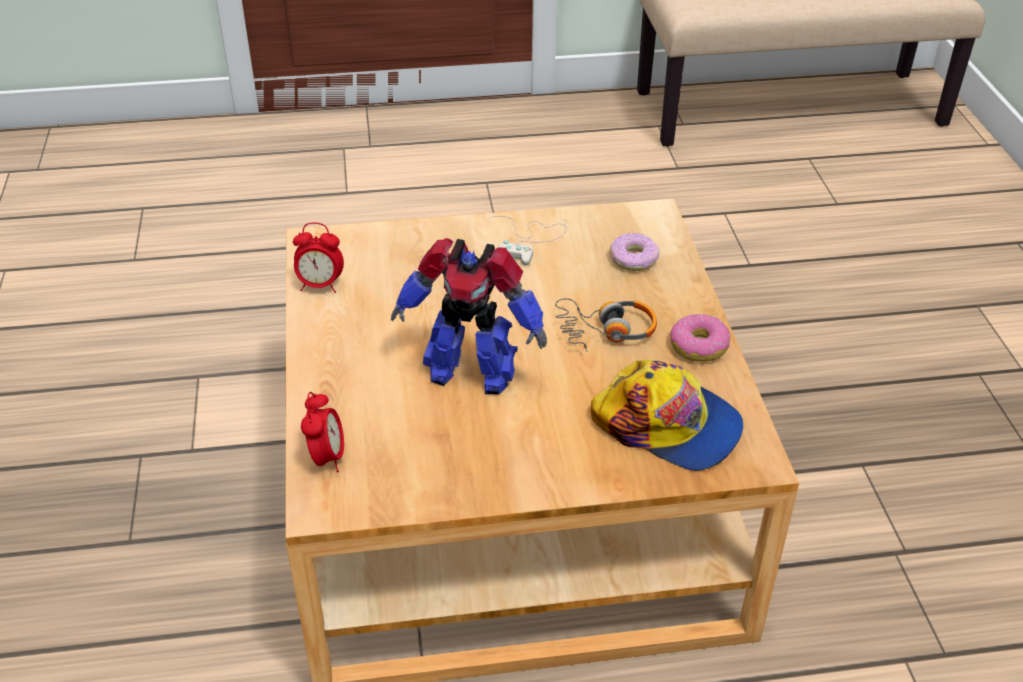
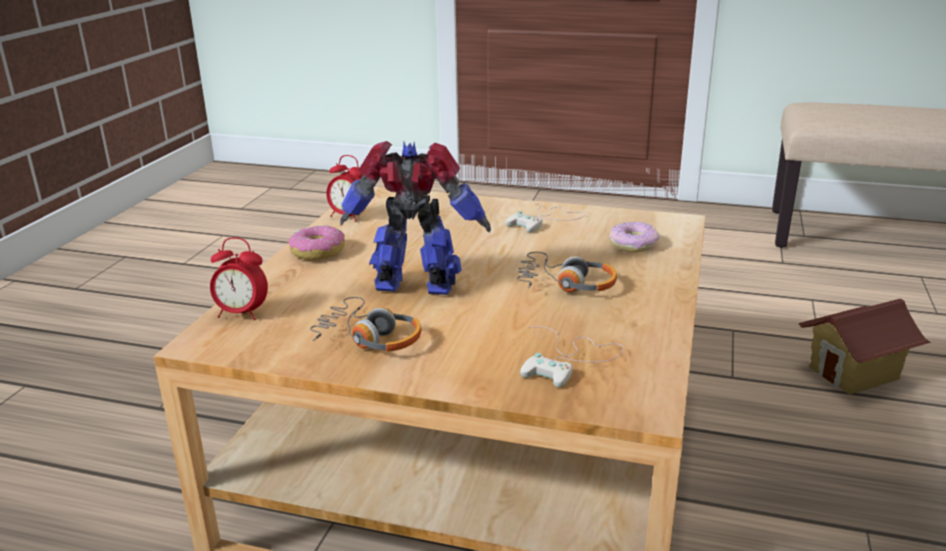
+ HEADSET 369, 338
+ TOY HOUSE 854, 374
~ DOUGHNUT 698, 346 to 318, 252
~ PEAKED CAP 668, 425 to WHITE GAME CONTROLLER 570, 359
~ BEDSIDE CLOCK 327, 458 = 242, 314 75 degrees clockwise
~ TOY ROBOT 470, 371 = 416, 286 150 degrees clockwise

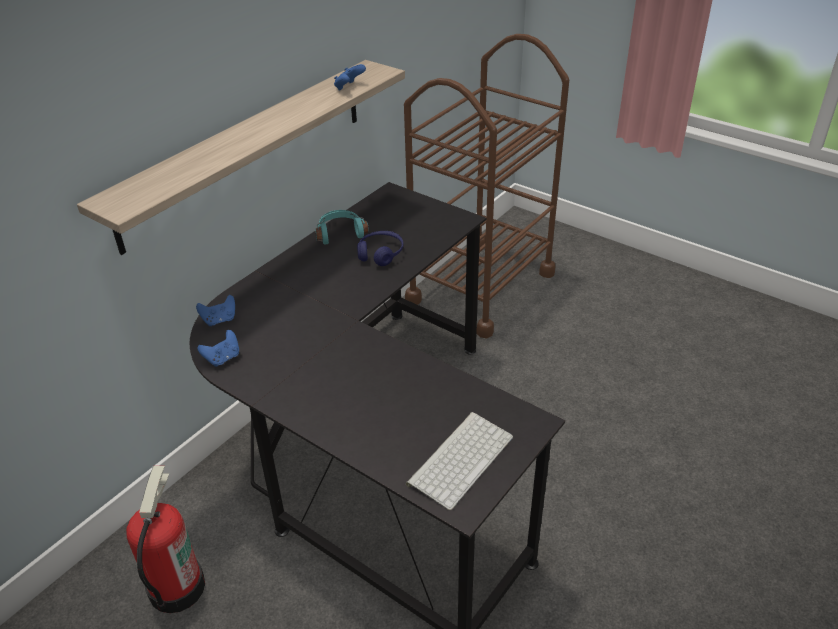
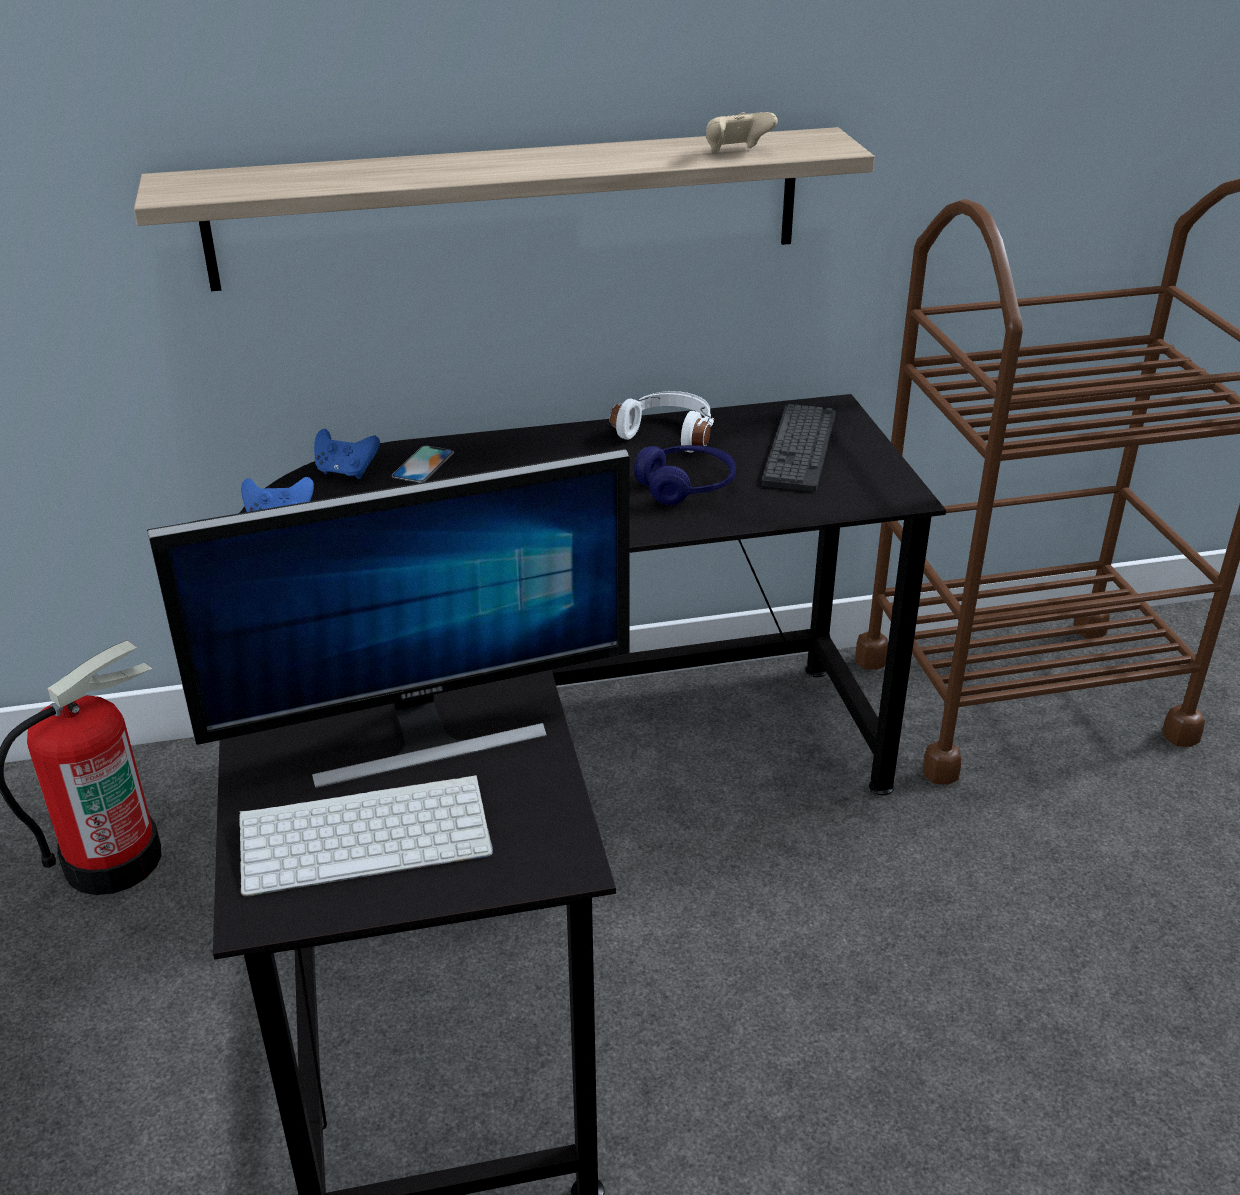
+ MONITOR 423, 735
+ PHONE 423, 465
+ PC KEYBOARD 799, 449
~ TURQUOISE HEADSET 340, 233 to WHITE HEADSET 669, 433
~ BLUE-COLOURED GAME CONTROLLER 349, 87 to BEIGE GAME CONTROLLER 736, 152

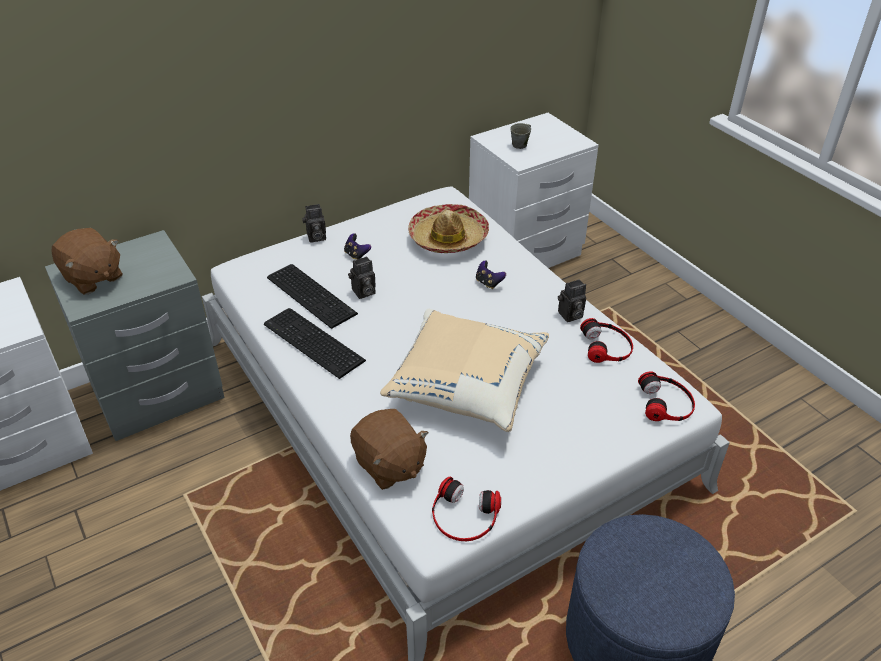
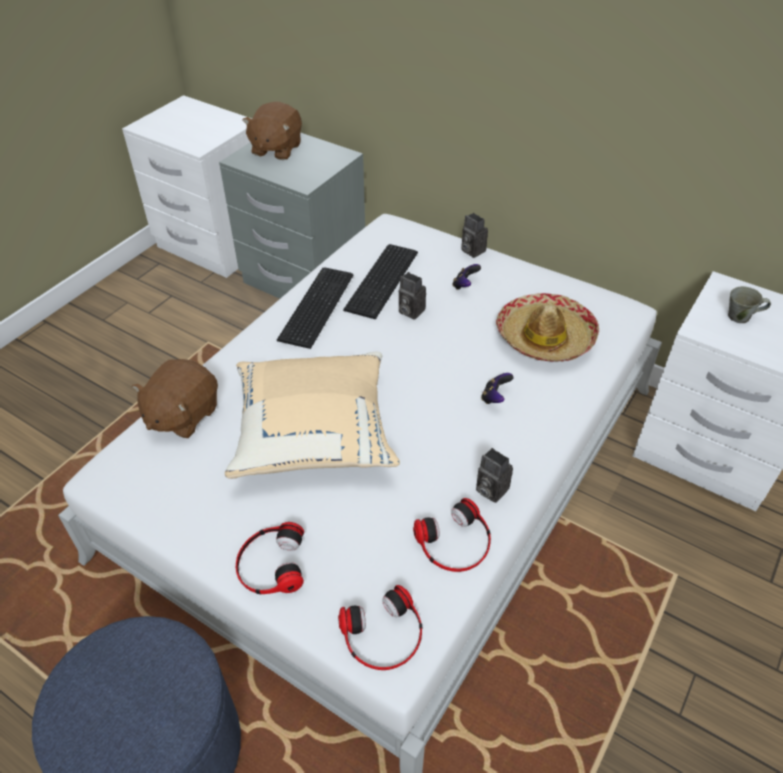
~ HEADSET 464, 516 to 270, 564

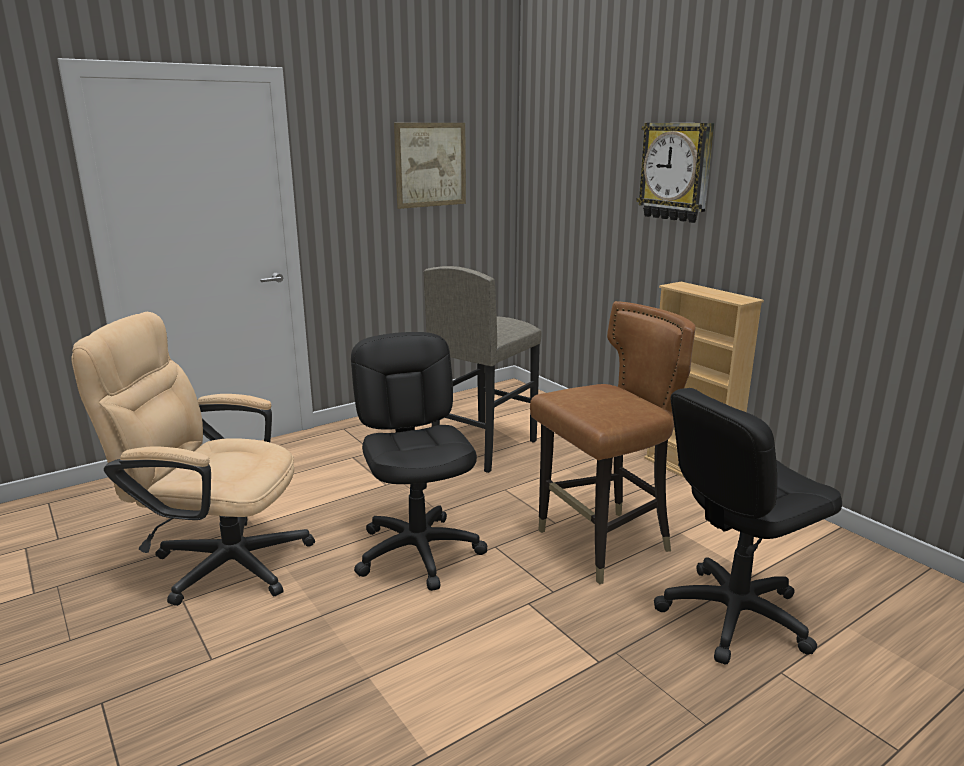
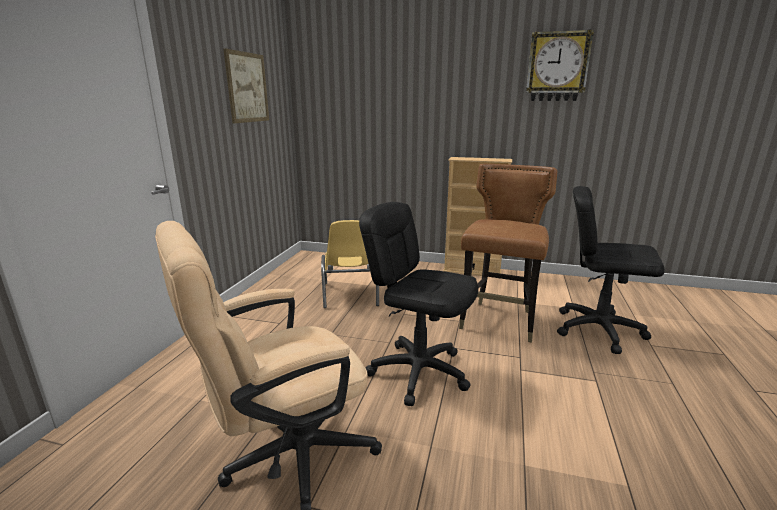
~ CLOCK ON THE WALL 676, 172 to 557, 67
~ GRAY STOOL SEAT 483, 447 to YELLOWISH PLAIN CHAIR 351, 295
~ BLACK-COLOURED OFFICE CHAIR 733, 615 = 598, 329 90 degrees clockwise

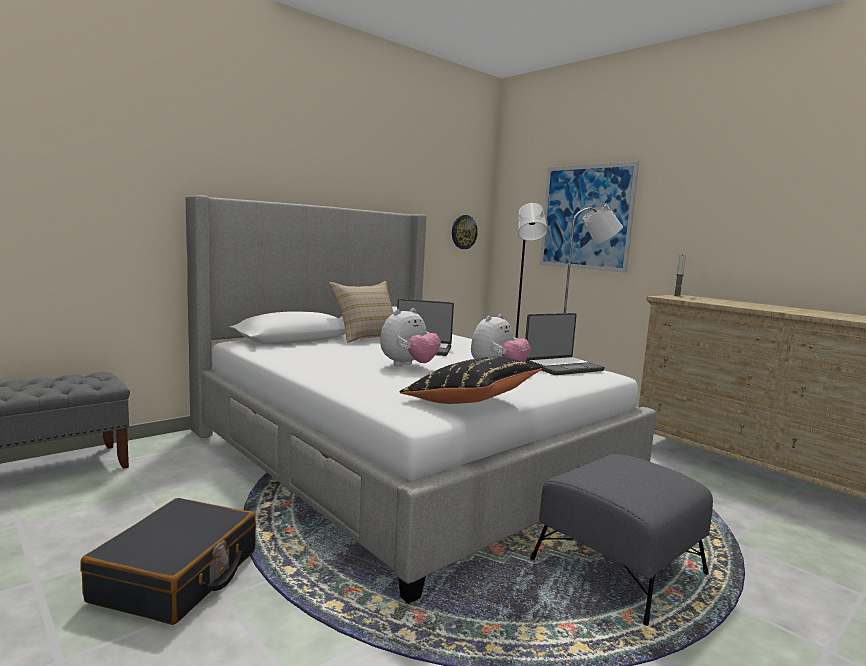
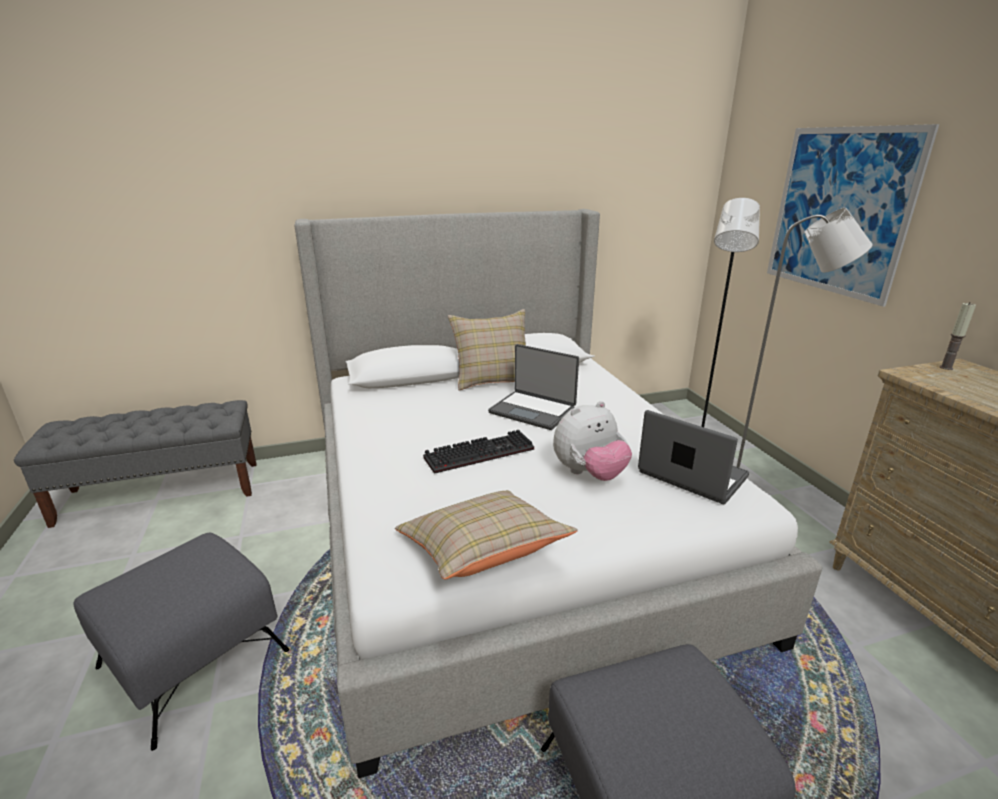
- CLOCK ON THE WALL 463, 232
~ BLACK-COLOURED SUITCASE 177, 576 to GRAY FOOTREST 196, 658
~ SOFT TOY 408, 366 to PC KEYBOARD 480, 452
~ BLACK-COLOURED CUSHION 470, 402 to BEIGE CUSHION 482, 552
~ LAPTOP 562, 367 = 691, 476 135 degrees counterclockwise

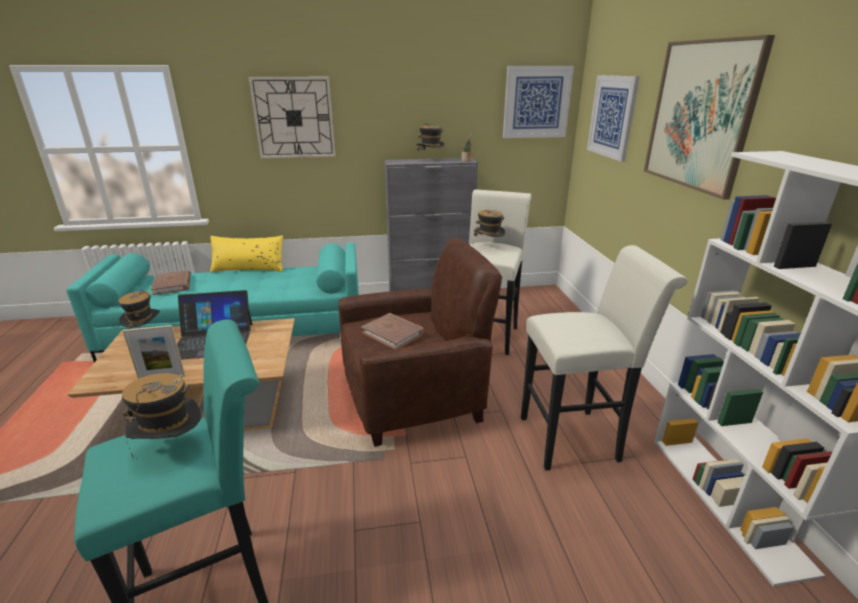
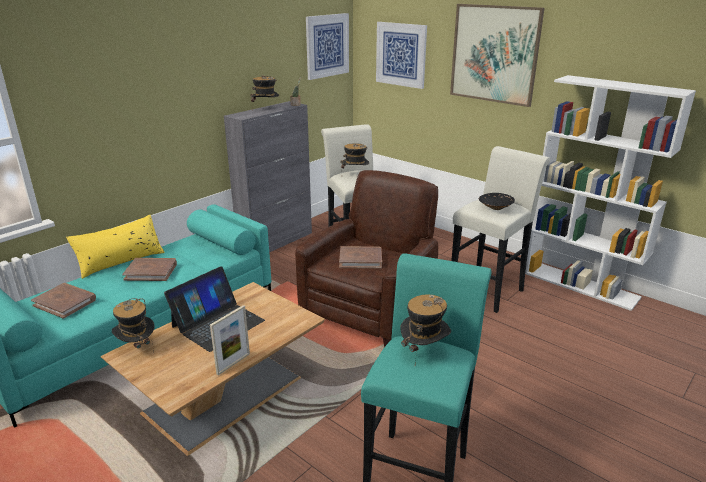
- CLOCK ON THE WALL 294, 118
+ BROWN-COLOURED BOOK 151, 271
+ BLACK-COLOURED BOWL 495, 208

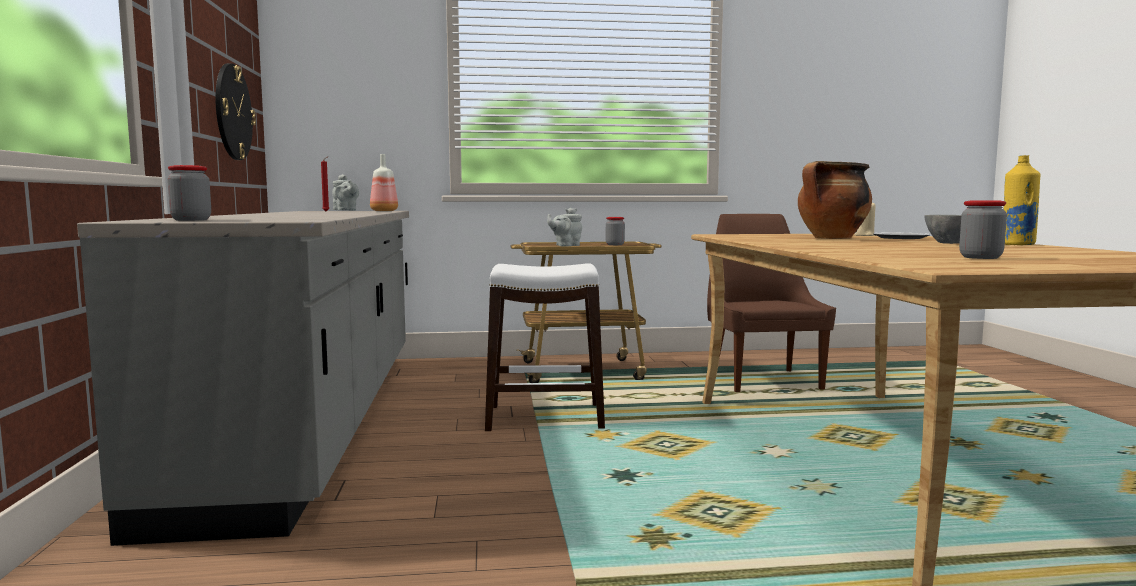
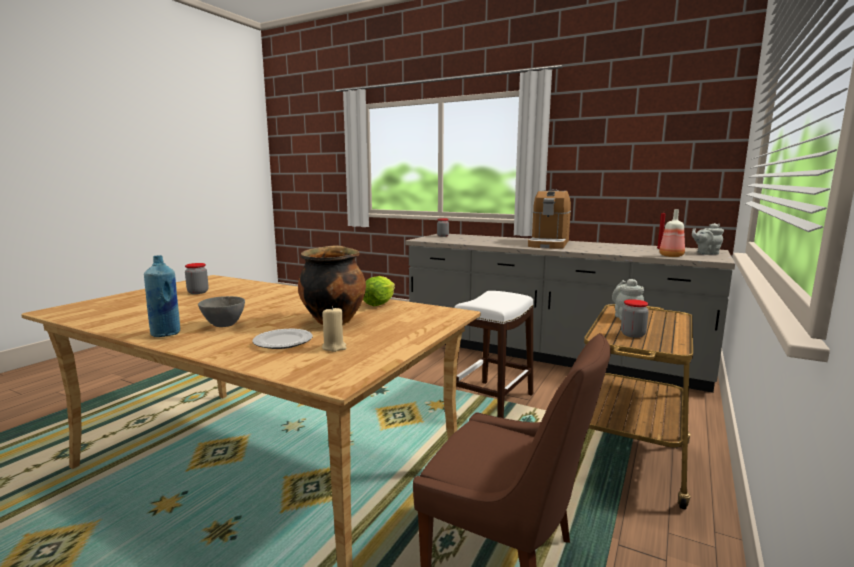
- CLOCK ON THE WALL 232, 112
+ LETTUCE 380, 303
+ COFFEE BREWER 549, 244
~ YELLOWISH BEVERAGE BOTTLE 1017, 244 to BLUE-COLOURED BEVERAGE BOTTLE 166, 334

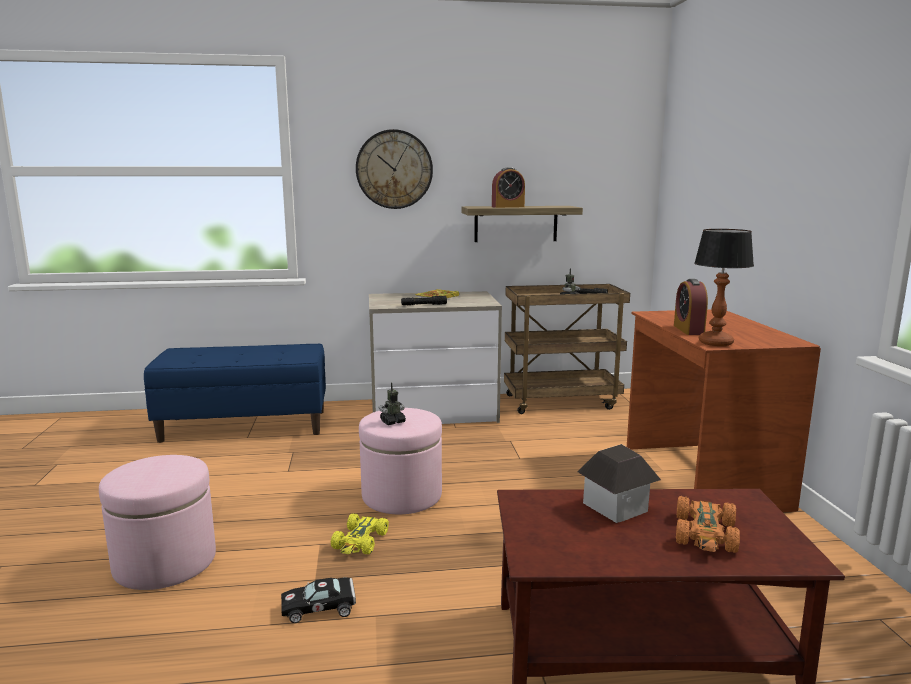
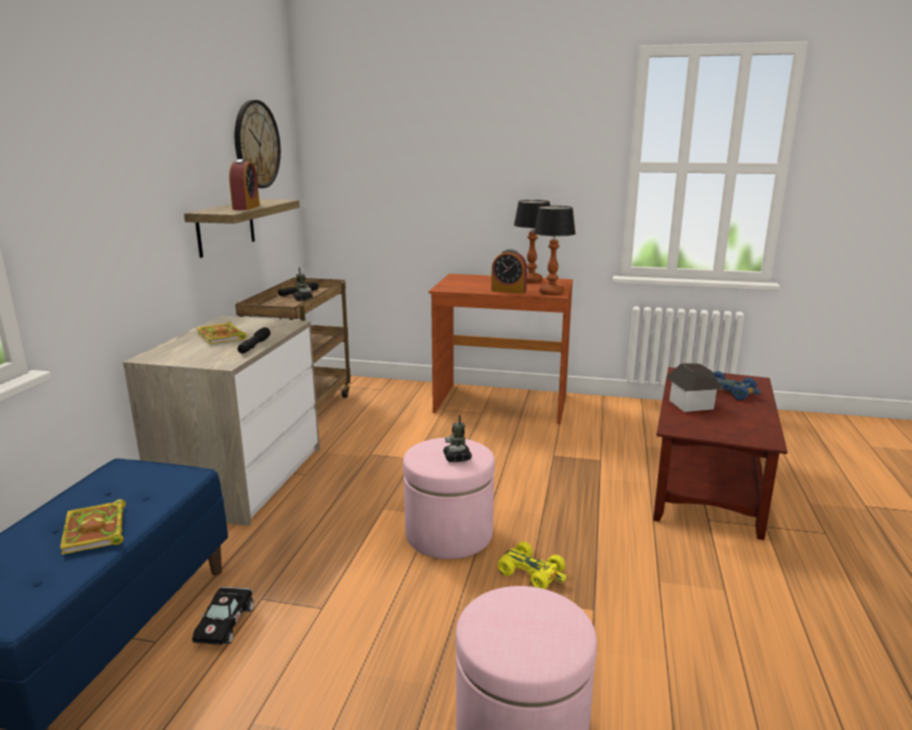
+ BOOK 96, 532
+ TABLETOP LAMP 531, 280
~ BLACK-COLOURED MINIATURE CAR 322, 608 to 225, 622
~ CLOCK ON THE WALL 394, 169 to 256, 144
~ ORANGEY MINIATURE CAR 705, 534 to BLUE-COLOURED MINIATURE CAR 728, 392

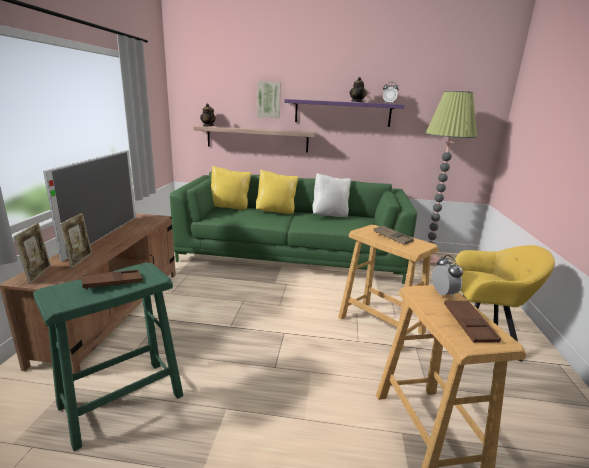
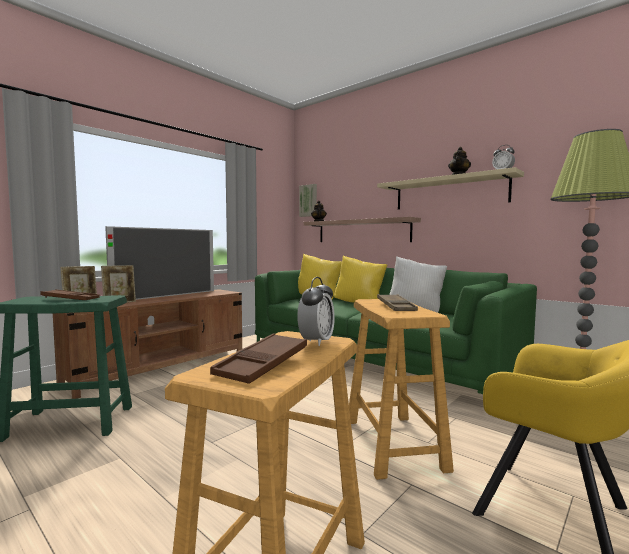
~ PICTURE 269, 99 to 308, 200
~ PURPLE-COLOURED SHELF 342, 113 to BEIGE SHELF 449, 193

